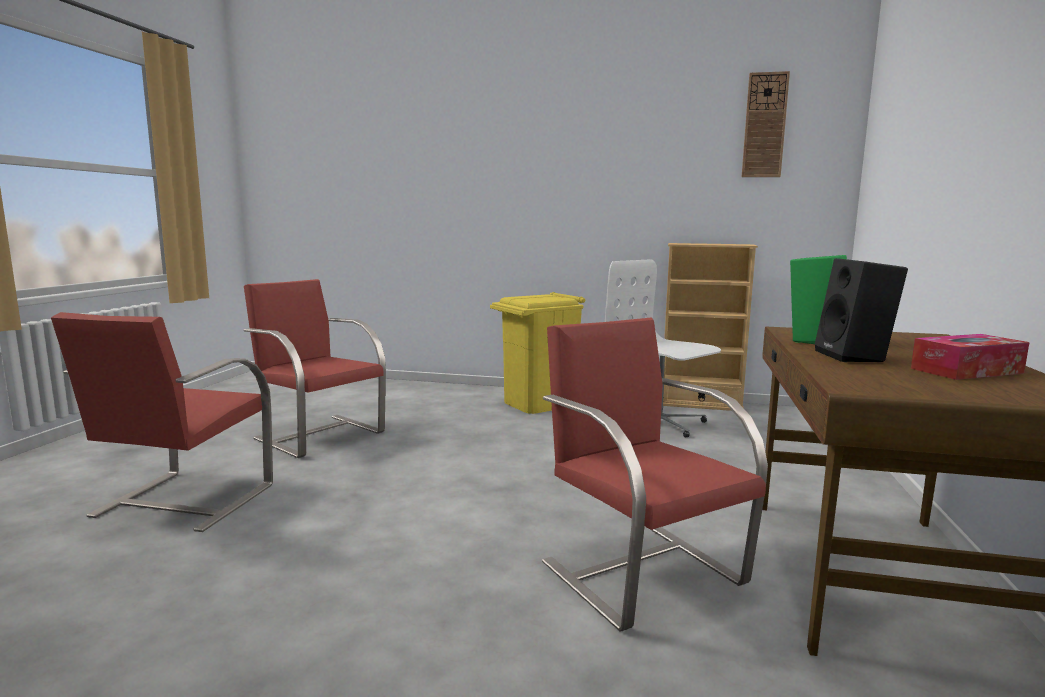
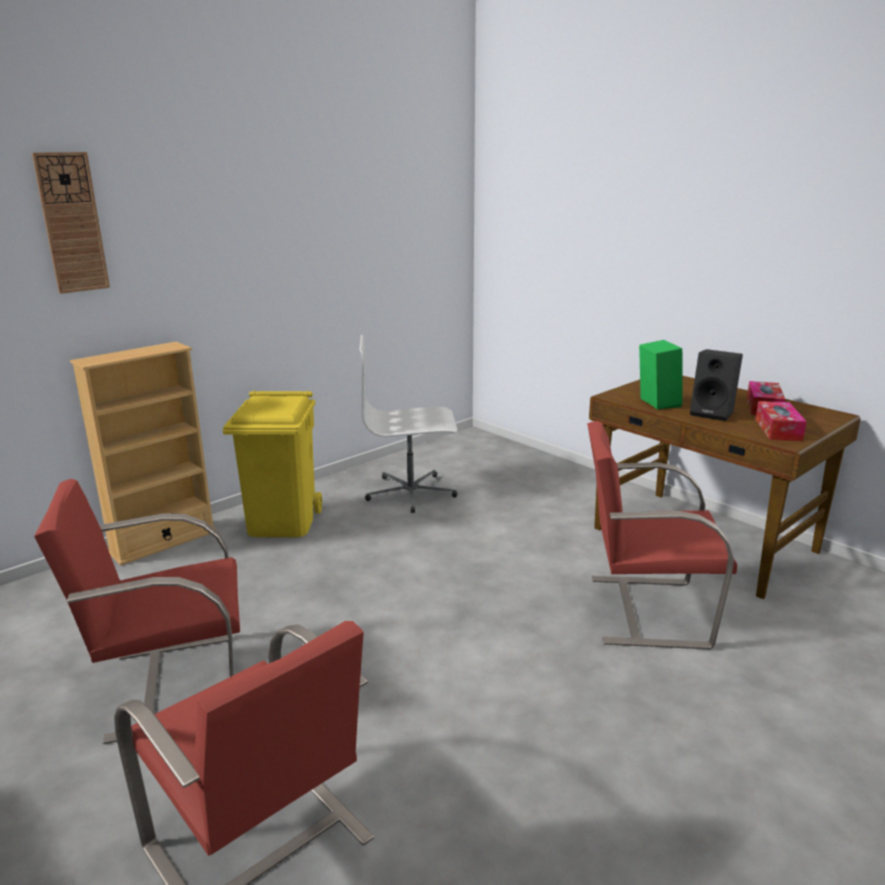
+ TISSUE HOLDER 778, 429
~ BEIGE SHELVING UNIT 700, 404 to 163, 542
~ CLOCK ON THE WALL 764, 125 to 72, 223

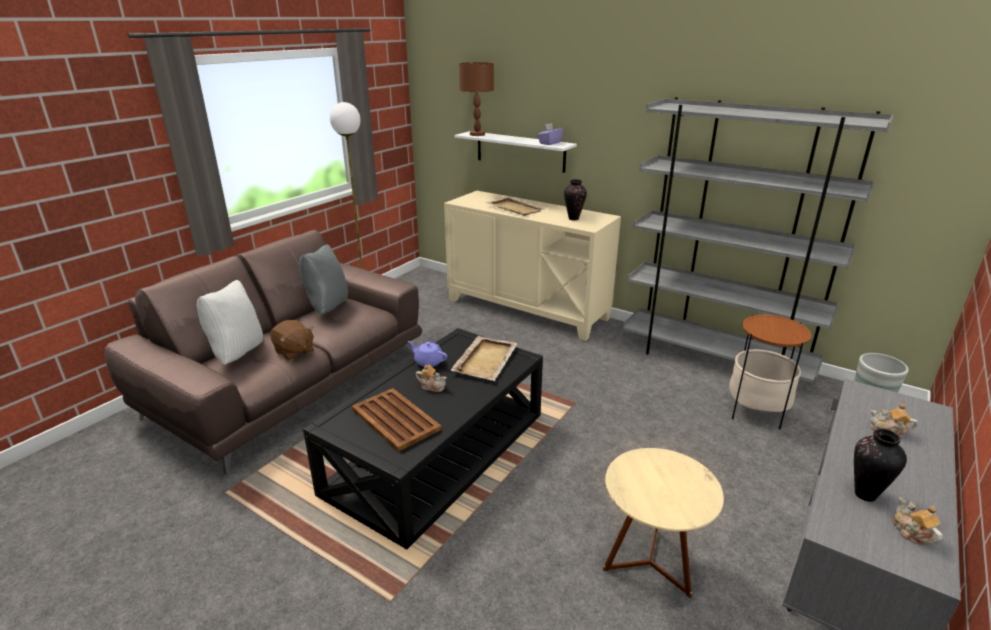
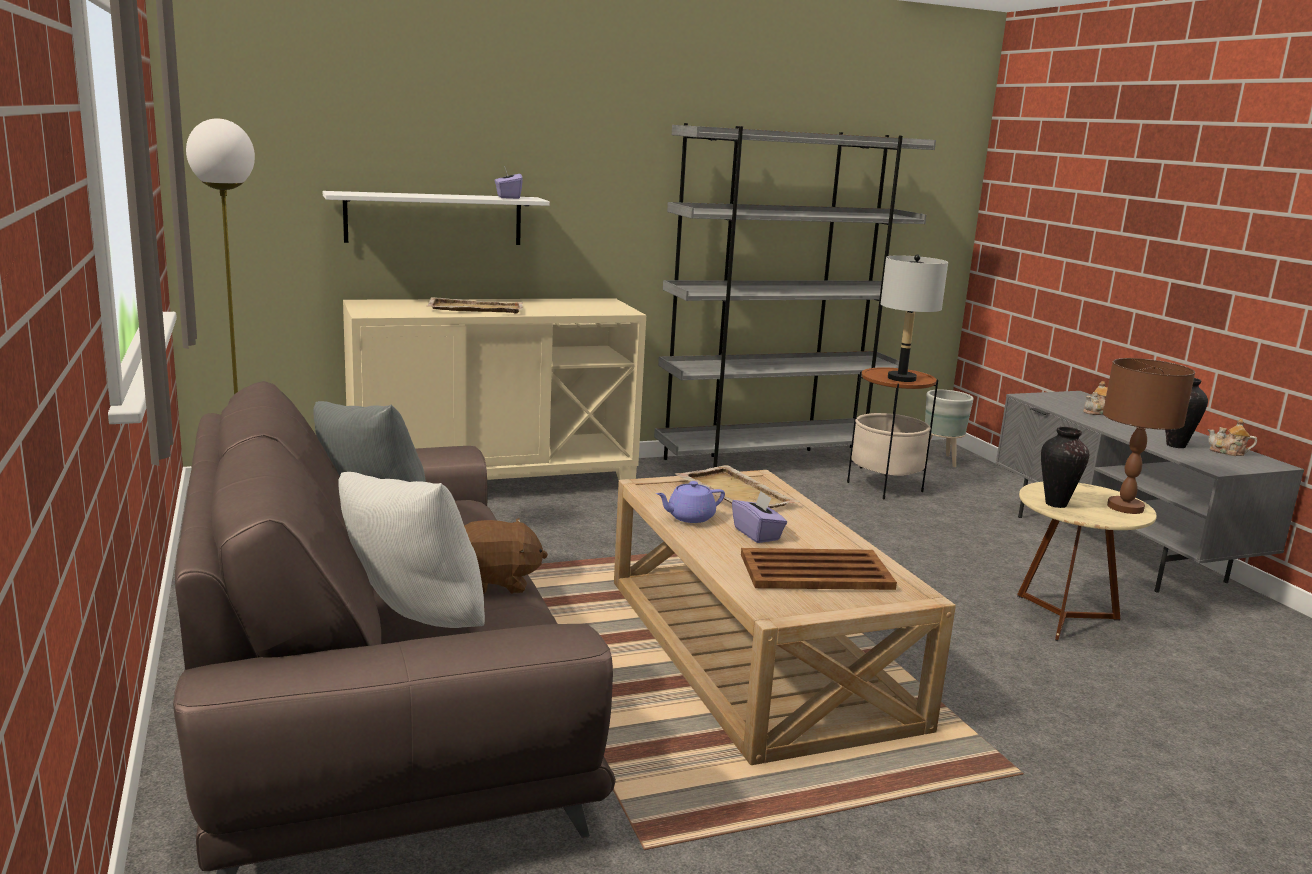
+ GRAY TABLETOP LAMP 901, 378
~ BROWN-COLOURED TABLETOP LAMP 477, 134 to 1125, 508
~ VASE 573, 218 to 1055, 504
~ POT FOR TEA 432, 386 to PURPLE-COLOURED TISSUE HOLDER 757, 534
~ BLACK-COLOURED LOW TABLE 437, 451 to BEIGE LOW TABLE 752, 650

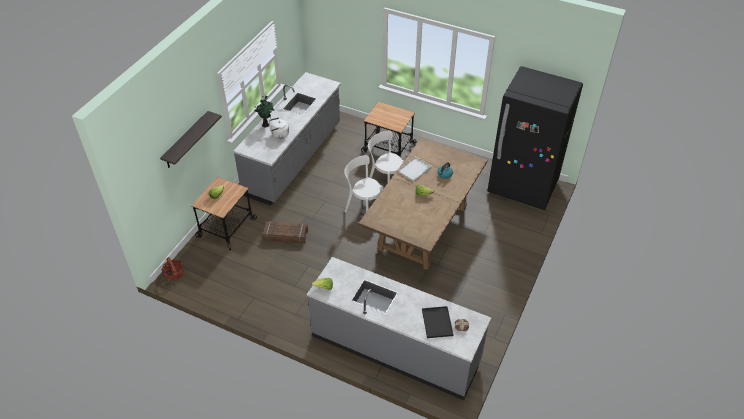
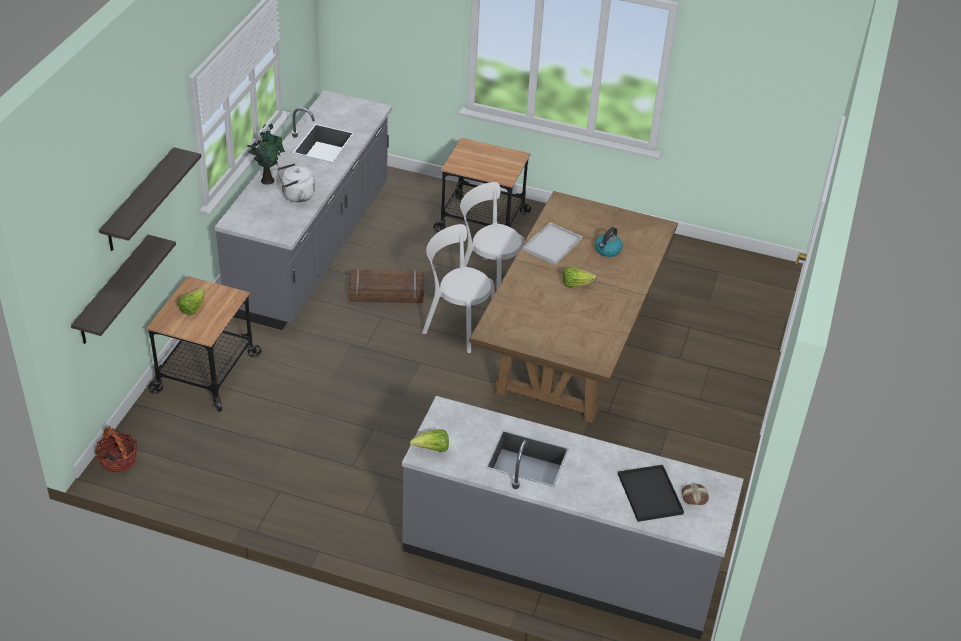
- BLACK-COLOURED REFRIGERATOR 523, 187
+ SHELF 113, 291
~ SHIPPING CRATE 285, 235 to 386, 292

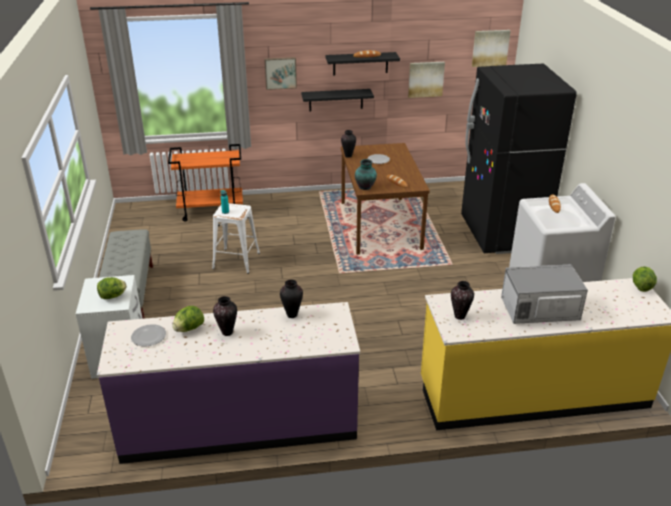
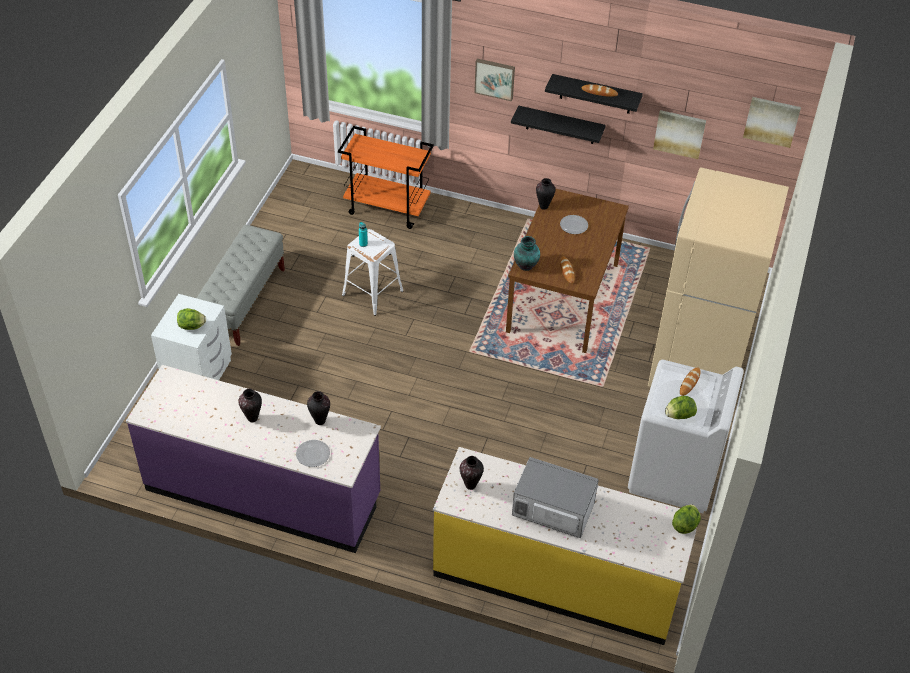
~ DINNER PLATE 149, 336 to 313, 454
~ LETTUCE 189, 329 to 679, 415
~ BLACK-COLOURED REFRIGERATOR 502, 234 to BEIGE REFRIGERATOR 697, 364

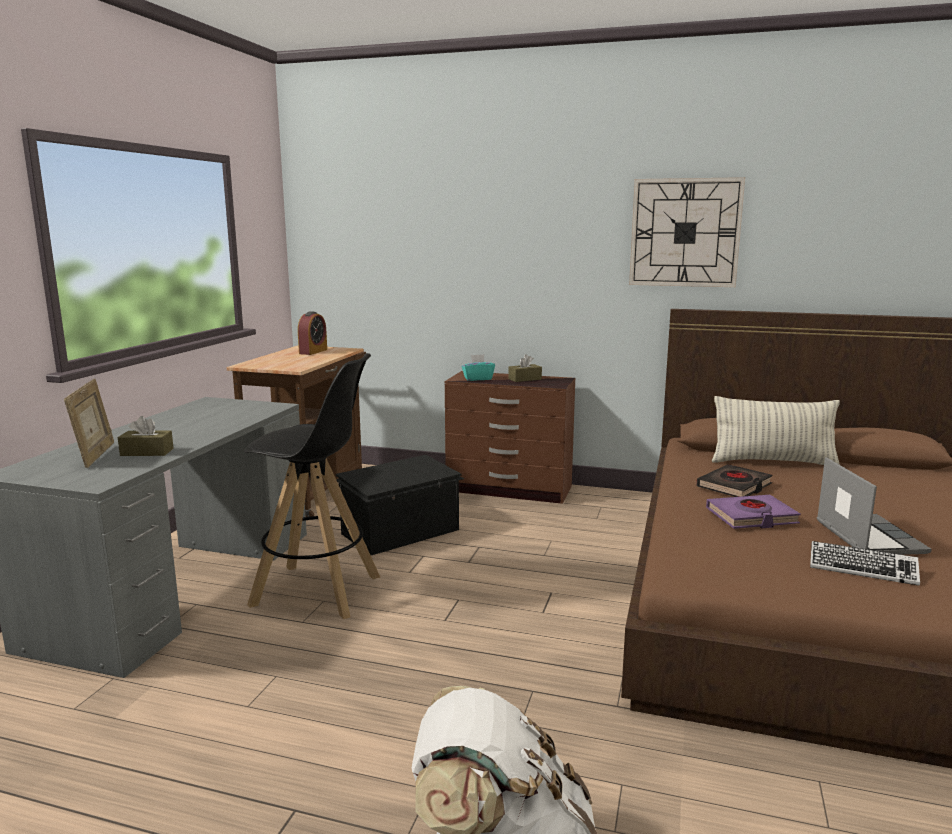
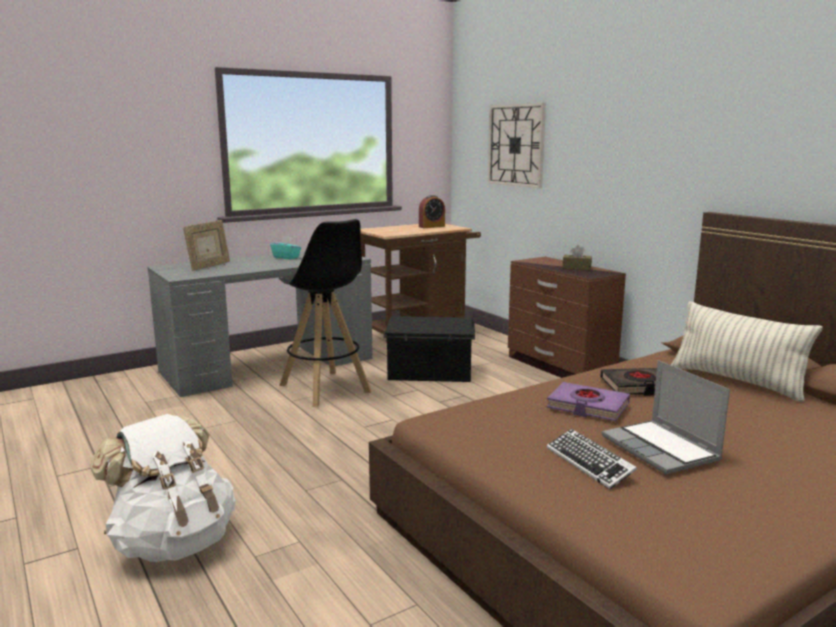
- BROWN-COLOURED TISSUE HOLDER 147, 452
~ TURQUOISE TISSUE HOLDER 478, 378 to 286, 257
~ CLOCK ON THE WALL 685, 233 to 516, 145
~ LAPTOP 867, 536 = 662, 449 120 degrees clockwise

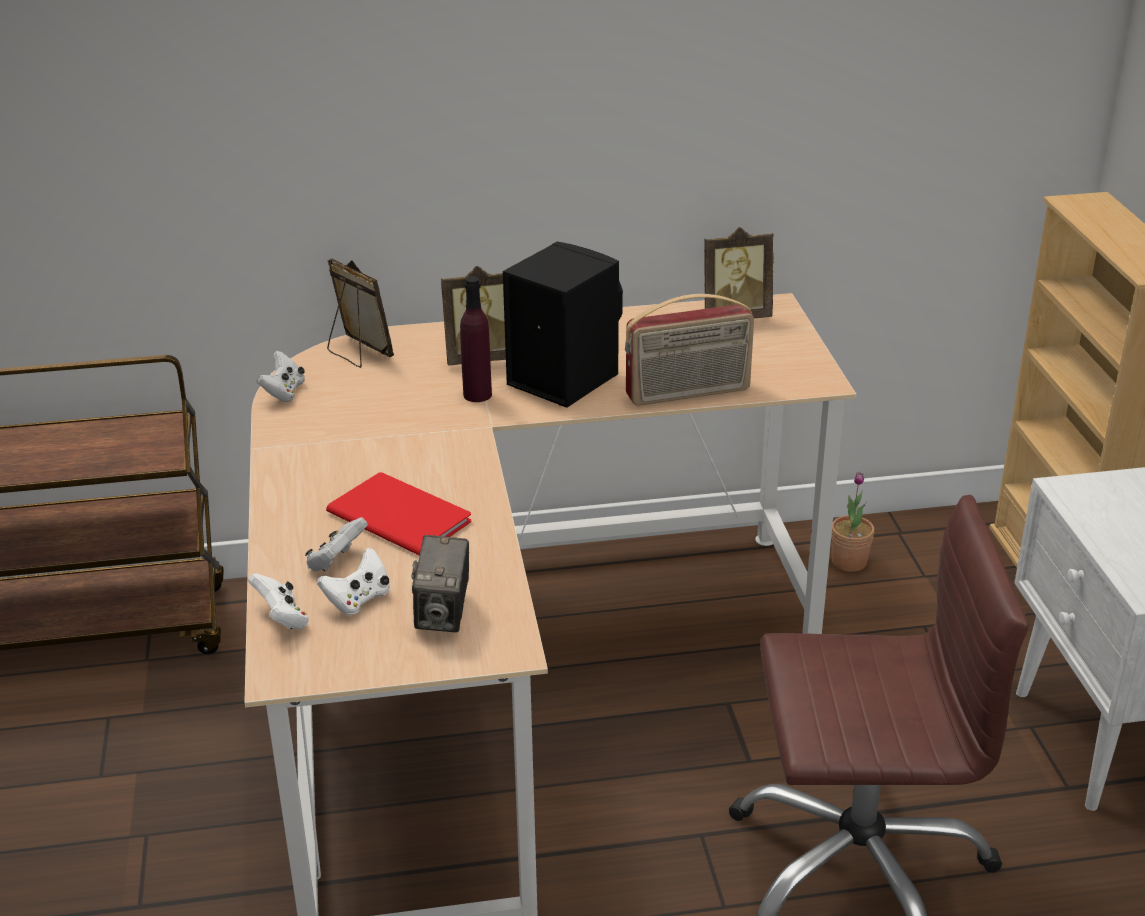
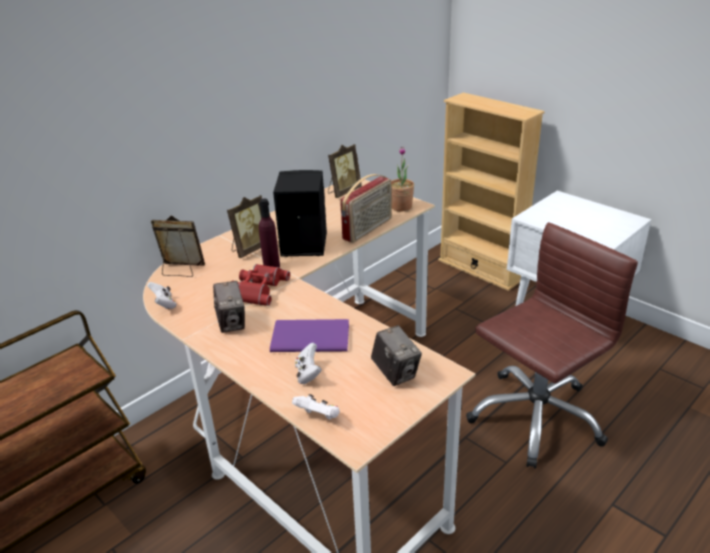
- WHITE GAME CONTROLLER 358, 600
+ PHOTO CAMERA 232, 323
+ RED FIELD GLASSES 258, 289
~ PLANT IN A POT 849, 562 to 401, 207
~ RED BOOK 399, 514 to PURPLE-COLOURED BOOK 308, 336

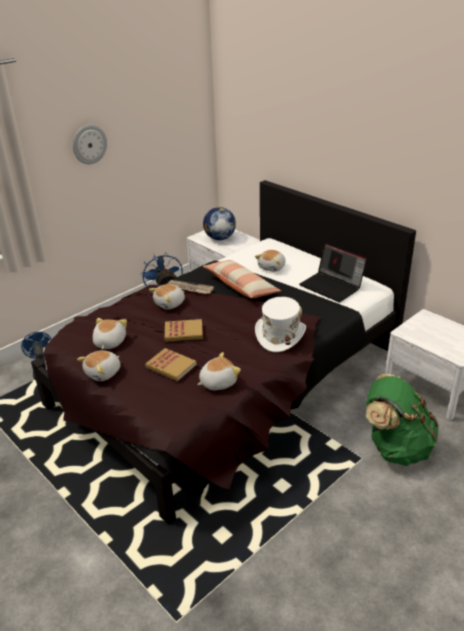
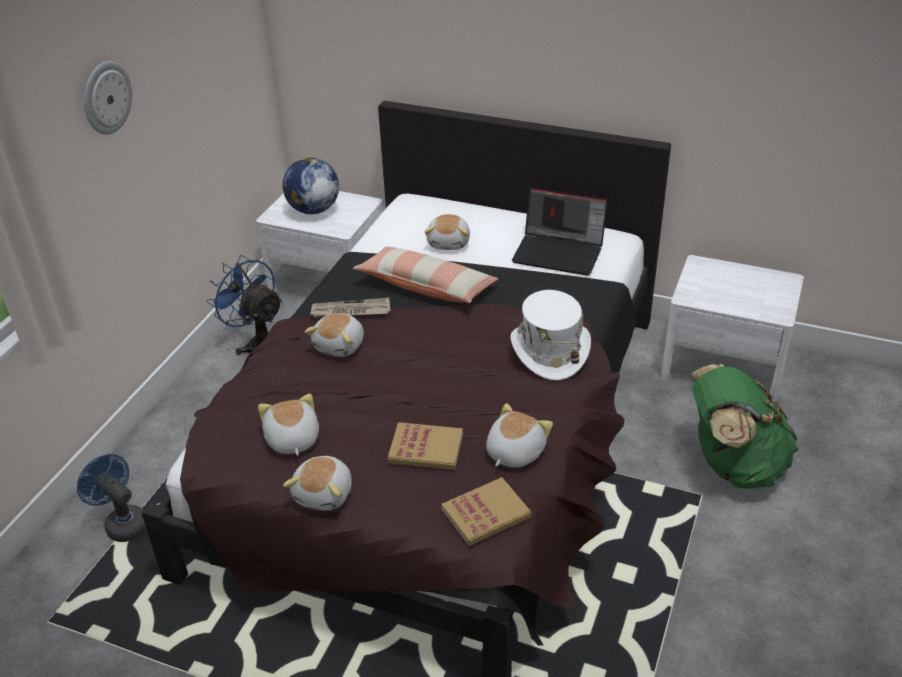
~ BOOK 183, 332 to 486, 514

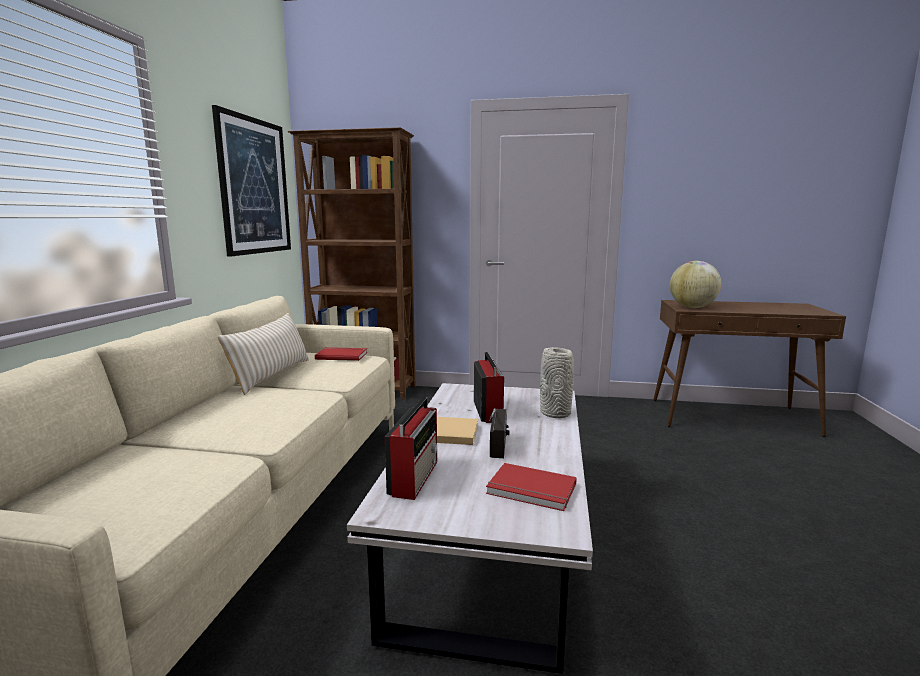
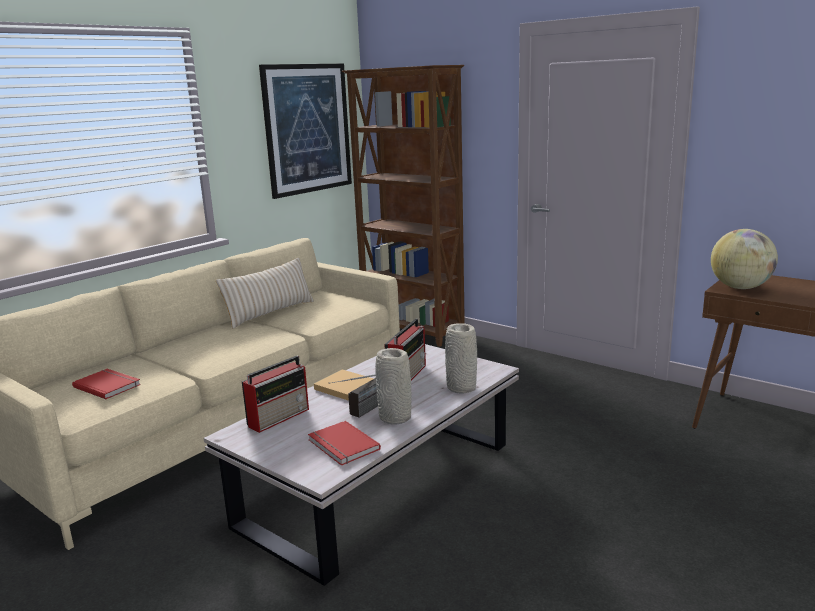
+ GRAY VASE 395, 418
~ RED BOOK 342, 355 to 108, 385

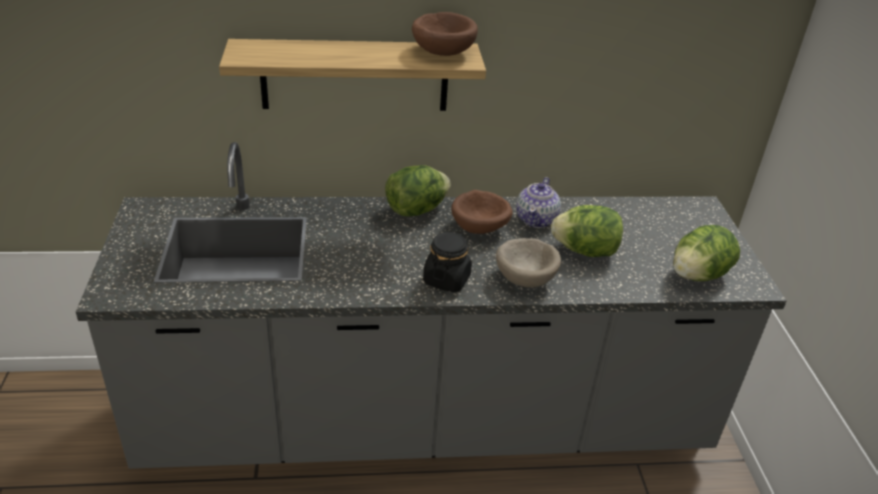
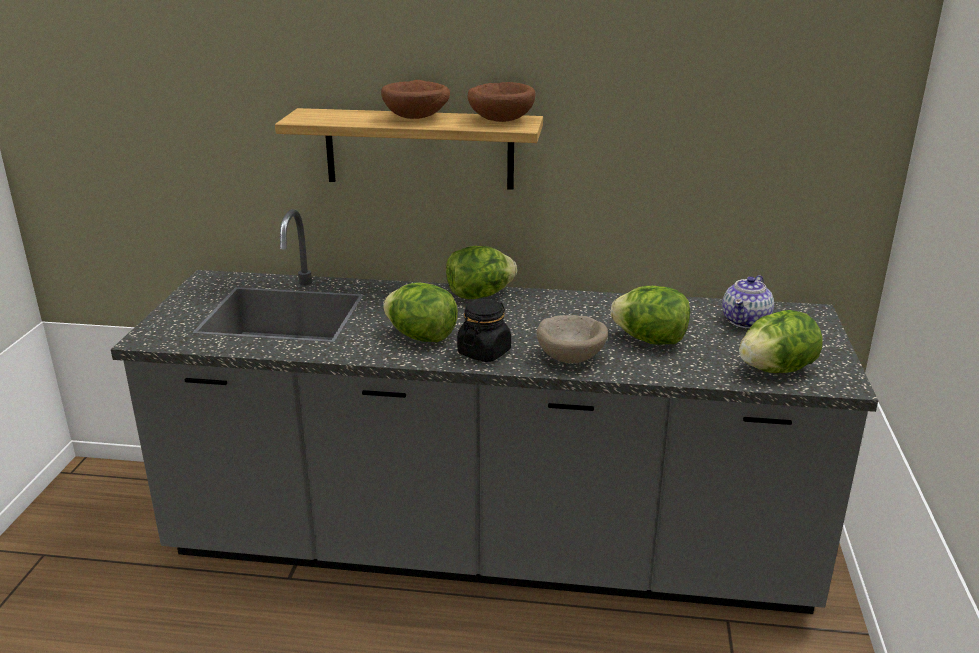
+ LETTUCE 421, 337
~ BROWN-COLOURED BOWL 481, 228 to 418, 118
~ POT FOR TEA 536, 219 to 746, 321

